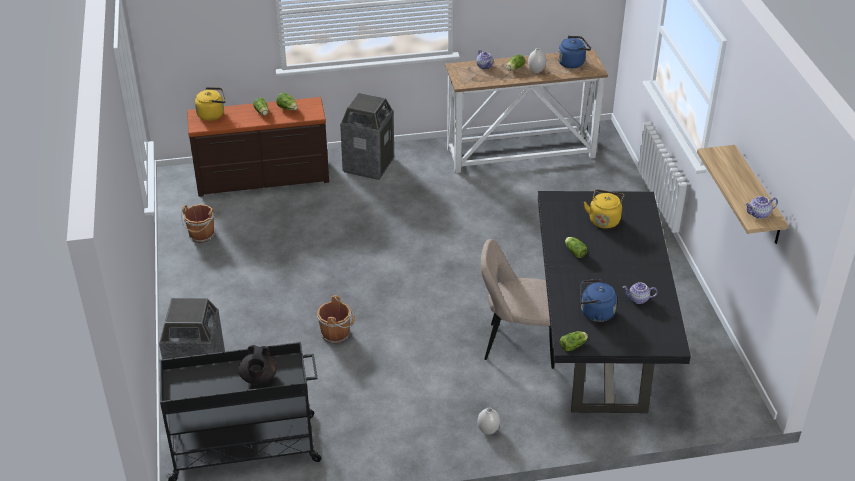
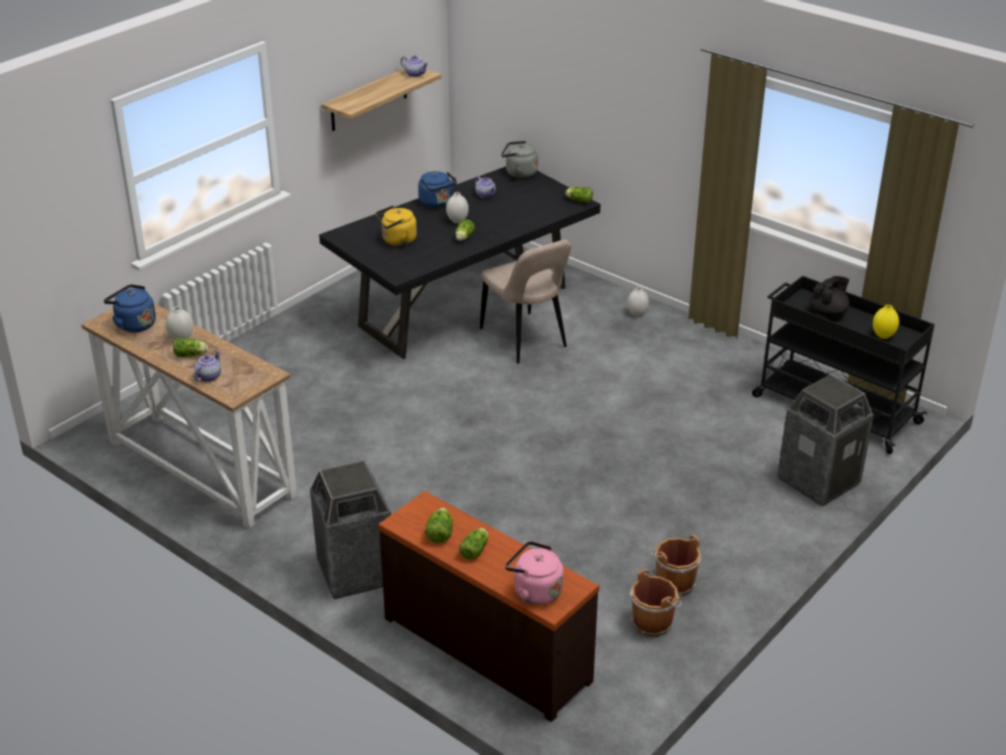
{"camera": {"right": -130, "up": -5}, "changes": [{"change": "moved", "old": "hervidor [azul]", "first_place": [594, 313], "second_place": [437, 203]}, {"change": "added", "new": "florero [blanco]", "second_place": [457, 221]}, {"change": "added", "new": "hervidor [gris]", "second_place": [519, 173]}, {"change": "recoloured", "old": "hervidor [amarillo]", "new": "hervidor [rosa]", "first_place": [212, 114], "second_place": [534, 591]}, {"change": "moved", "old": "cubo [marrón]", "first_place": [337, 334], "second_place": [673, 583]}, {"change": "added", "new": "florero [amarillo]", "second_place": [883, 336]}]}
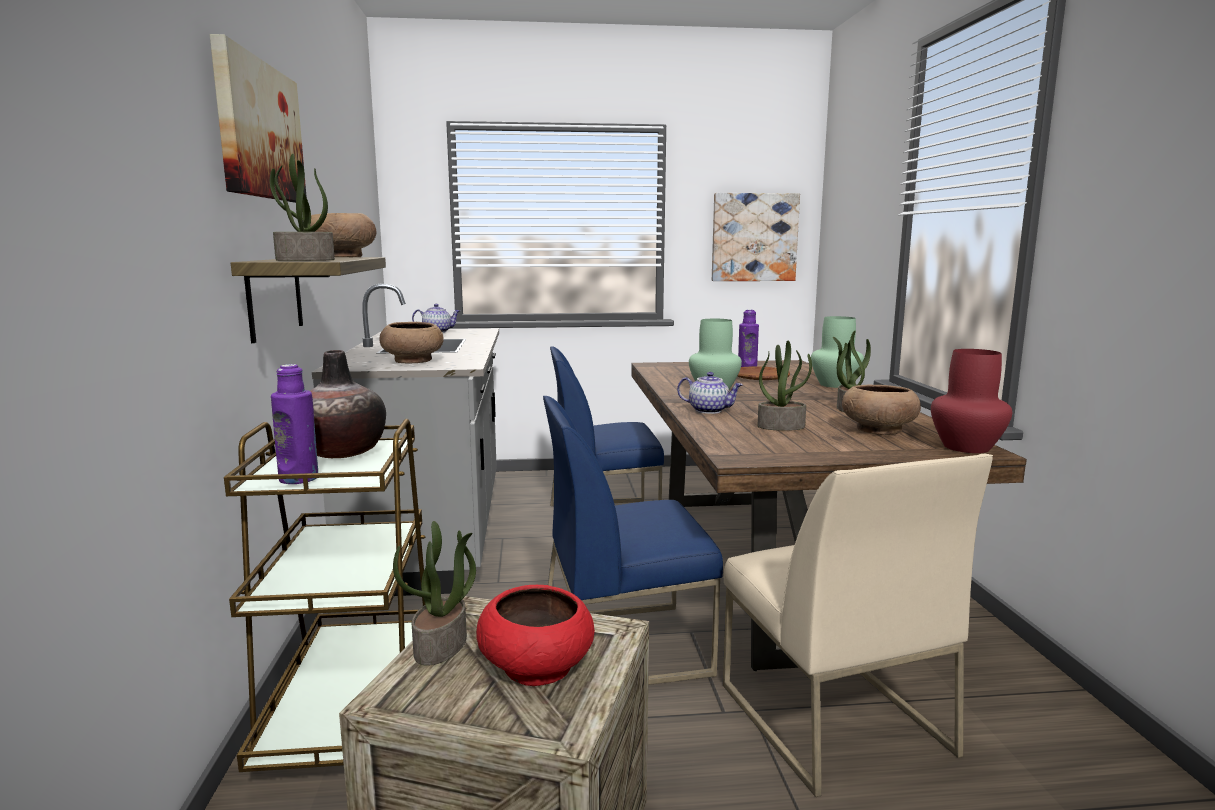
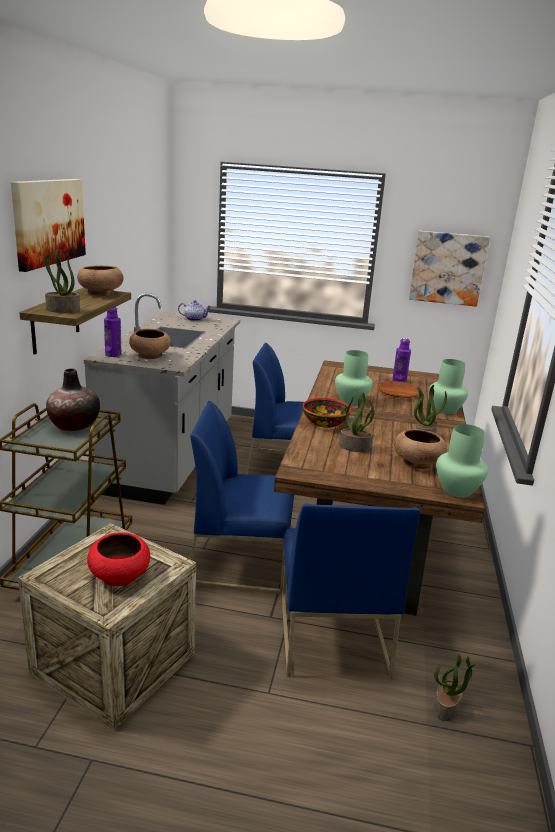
{"camera": {"right": 15, "up": 10}, "changes": [{"change": "moved", "old": "botella [morado]", "first_place": [299, 479], "second_place": [113, 355]}, {"change": "recoloured", "old": "silla [beis]", "new": "silla [azul]", "first_place": [831, 717], "second_place": [331, 636]}, {"change": "replaced", "old": "tetera", "new": "cuenco", "first_place": [709, 410], "second_place": [324, 423]}, {"change": "moved", "old": "planta en maceta", "first_place": [441, 646], "second_place": [446, 707]}, {"change": "recoloured", "old": "florero [rojo]", "new": "florero [verde]", "first_place": [965, 447], "second_place": [456, 490]}]}
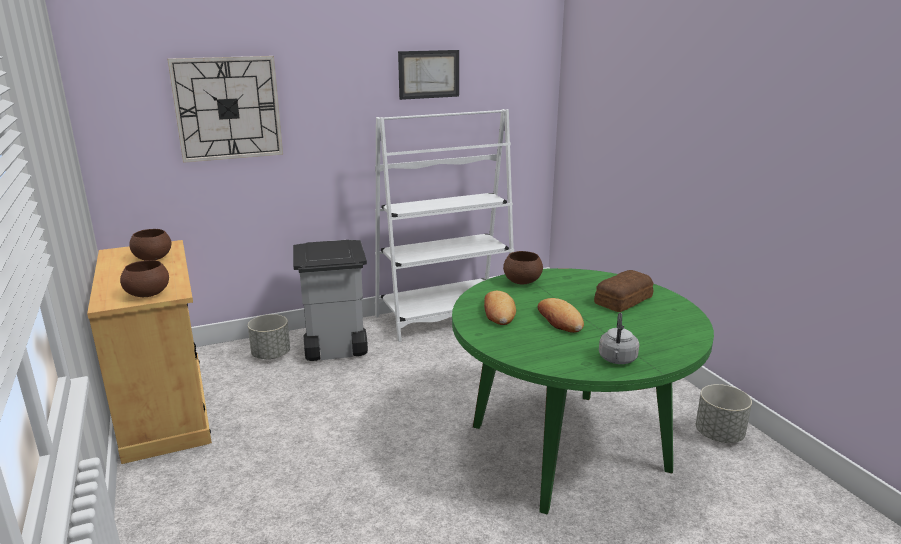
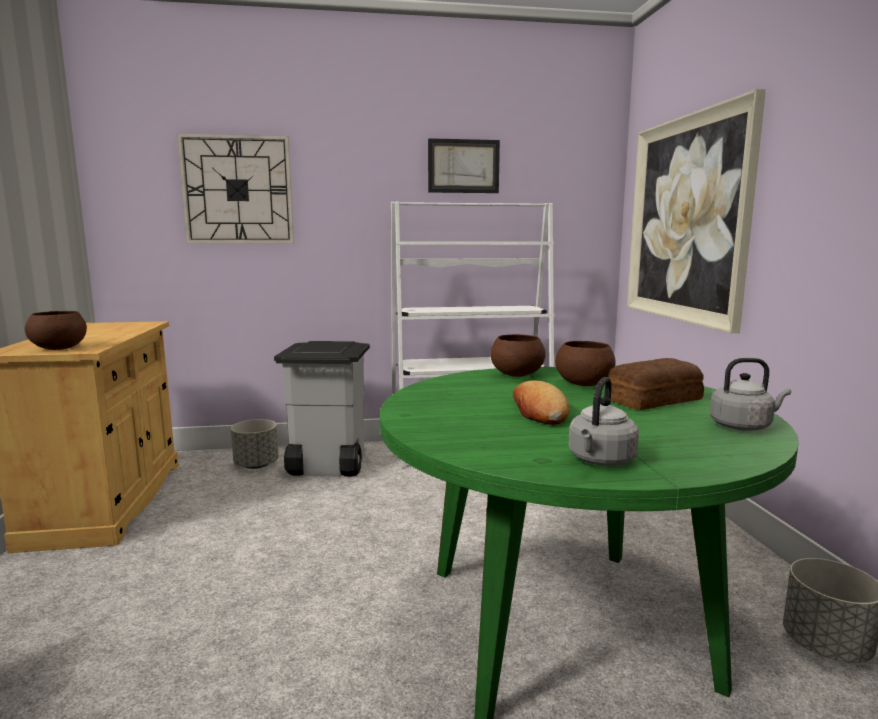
{"camera": {"right": 15, "up": -10}, "changes": [{"change": "moved", "old": "cuenco [marrón]", "first_place": [152, 258], "second_place": [583, 384]}, {"change": "added", "new": "cuadro", "second_place": [686, 219]}, {"change": "added", "new": "hervidor [gris]", "second_place": [743, 426]}, {"change": "removed", "old": "pan", "first_place": [498, 312]}]}
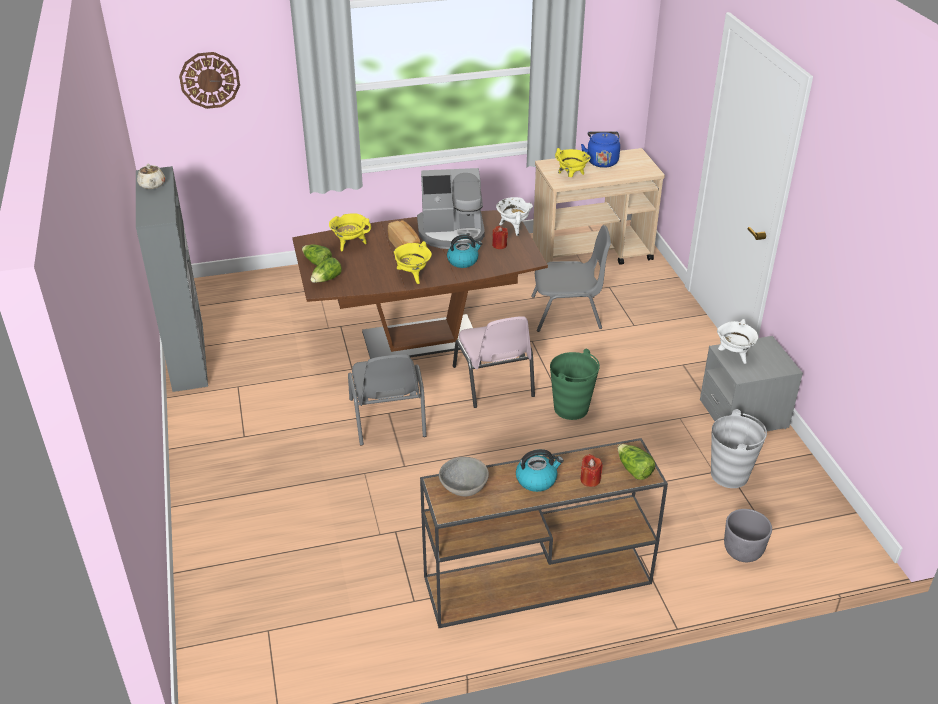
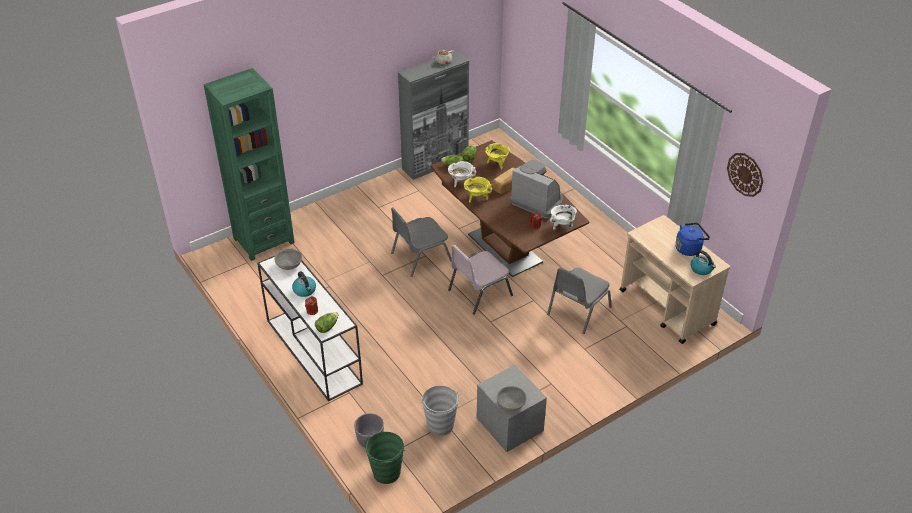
{"camera": {"right": 70, "up": 5}, "changes": [{"change": "added", "new": "estantería [verde]", "second_place": [263, 240]}, {"change": "recoloured", "old": "mesa consola [marrón]", "new": "mesa consola [blanco]", "first_place": [535, 581], "second_place": [312, 351]}, {"change": "moved", "old": "cubo [verde]", "first_place": [571, 408], "second_place": [386, 473]}, {"change": "moved", "old": "olla [blanco]", "first_place": [734, 355], "second_place": [461, 182]}, {"change": "added", "new": "cuenco [gris]", "second_place": [511, 404]}, {"change": "turned", "old": "cafetera", "first_place": [452, 233], "second_place": [537, 201], "degrees": 150}, {"change": "turned", "old": "silla [gris]", "first_place": [567, 313], "second_place": [577, 311], "degrees": 60}, {"change": "moved", "old": "hervidor", "first_place": [463, 261], "second_place": [702, 269]}, {"change": "moved", "old": "reloj de pared", "first_place": [209, 80], "second_place": [745, 174]}, {"change": "removed", "old": "olla [amarillo]", "first_place": [571, 176]}]}
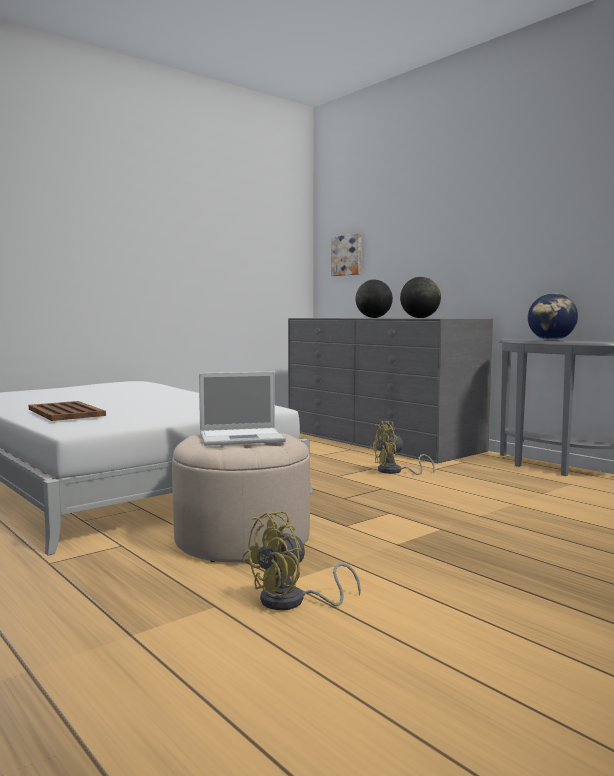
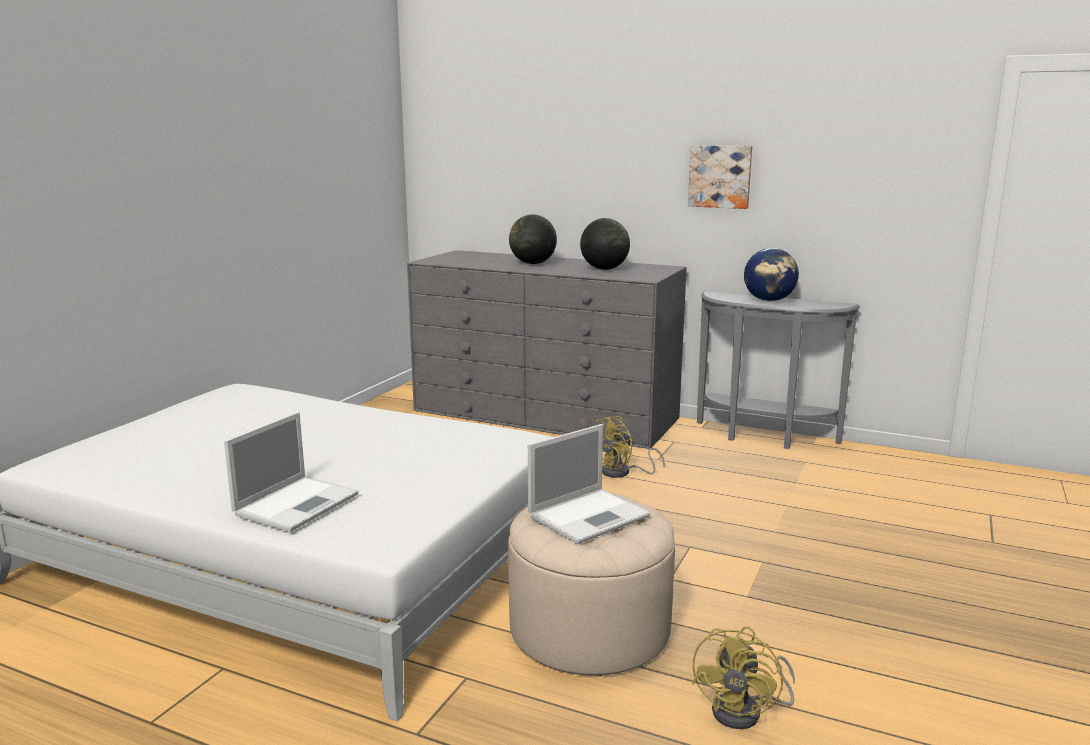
{"camera": {"right": -25, "up": 10}, "changes": [{"change": "replaced", "old": "bandeja [marrón]", "new": "portátil", "first_place": [66, 412], "second_place": [298, 503]}, {"change": "moved", "old": "cuadro", "first_place": [347, 255], "second_place": [720, 176]}]}
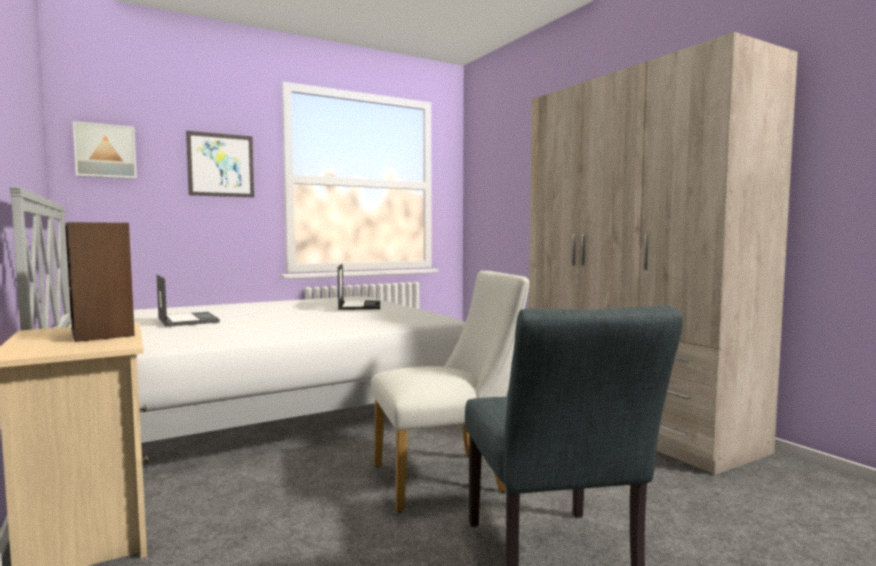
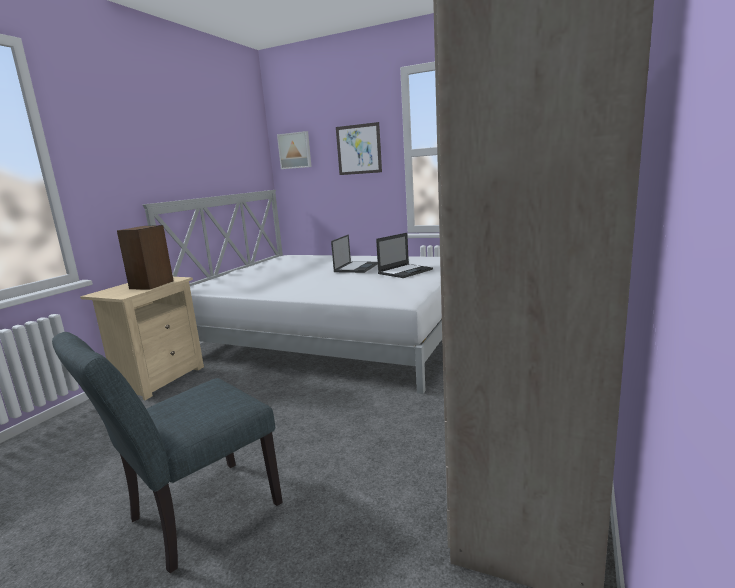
{"camera": {"right": 55, "up": 10}, "changes": [{"change": "moved", "old": "portátil", "first_place": [187, 320], "second_place": [356, 267]}, {"change": "removed", "old": "silla [blanco]", "first_place": [448, 478]}]}
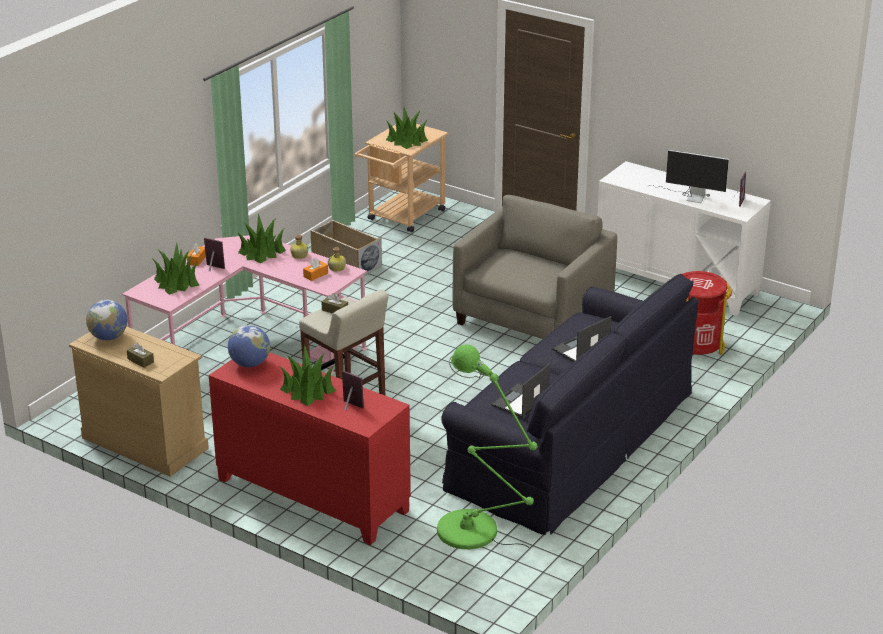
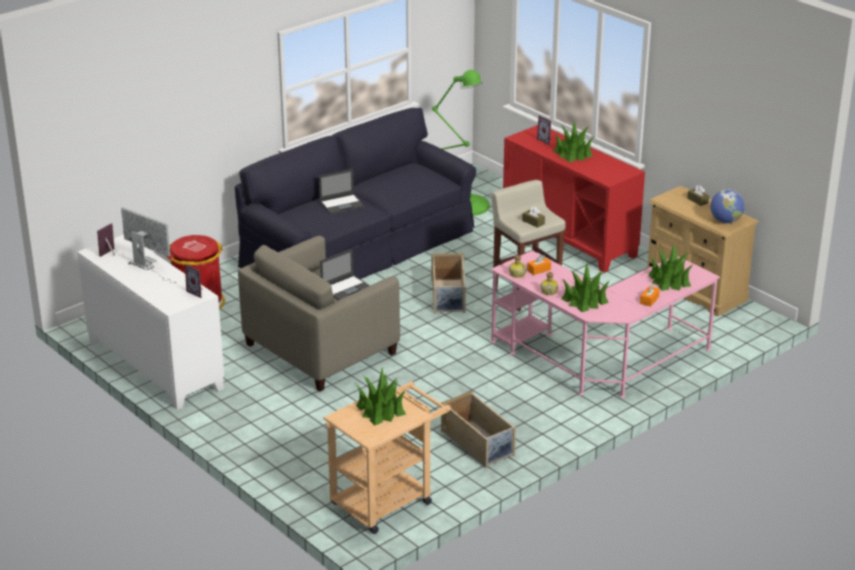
{"camera": {"right": -165, "up": 0}, "changes": [{"change": "moved", "old": "portarretratos", "first_place": [213, 268], "second_place": [197, 292]}, {"change": "moved", "old": "portátil", "first_place": [520, 401], "second_place": [346, 288]}, {"change": "added", "new": "caja de almacenaje [beis]", "second_place": [448, 297]}, {"change": "removed", "old": "globo terráqueo", "first_place": [250, 364]}]}
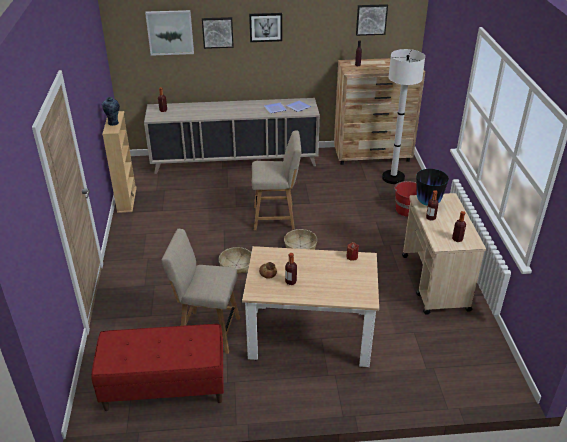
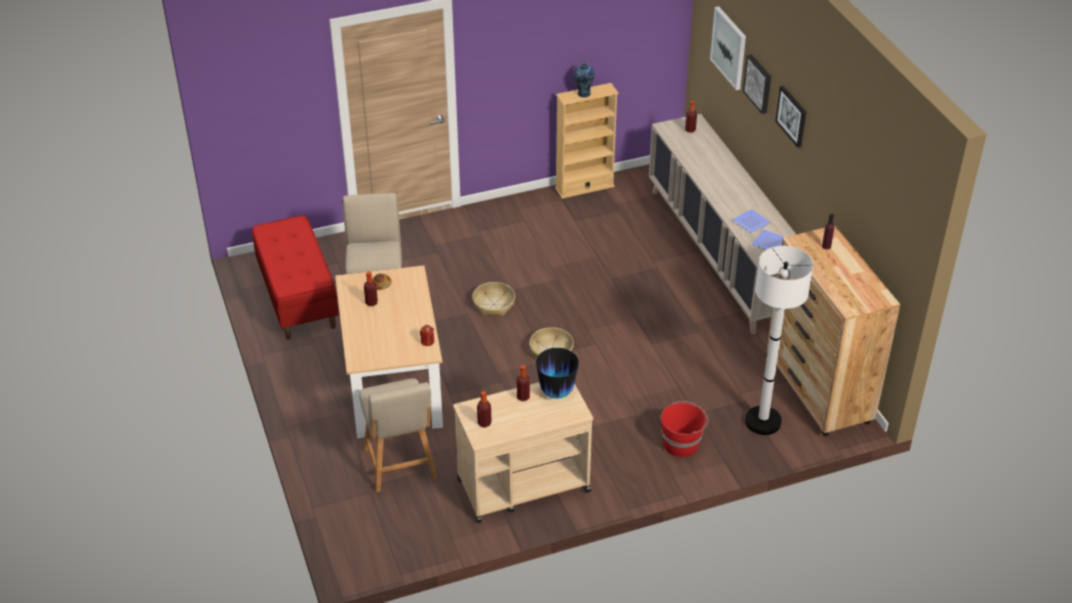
{"camera": {"right": 75, "up": 5}, "changes": [{"change": "moved", "old": "silla [beis]", "first_place": [276, 217], "second_place": [400, 466]}, {"change": "removed", "old": "cuadro", "first_place": [371, 19]}]}
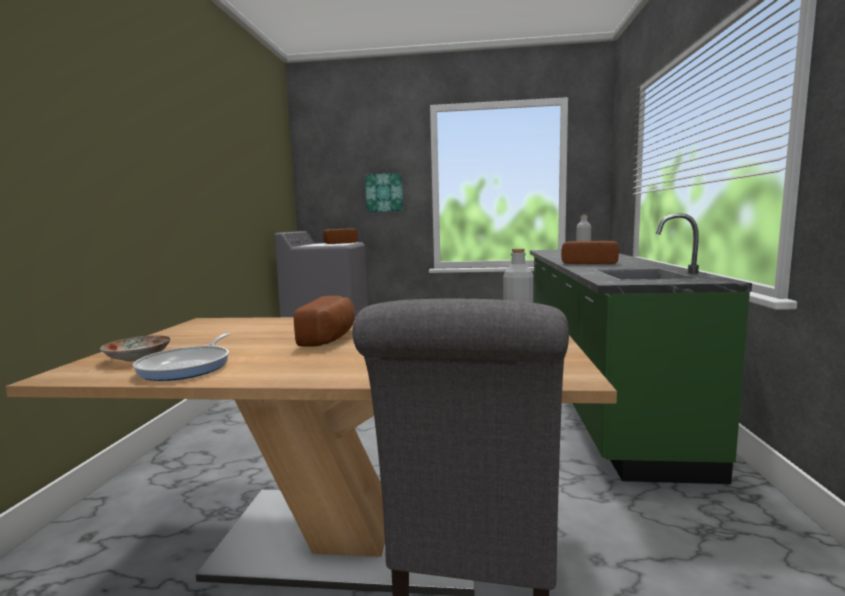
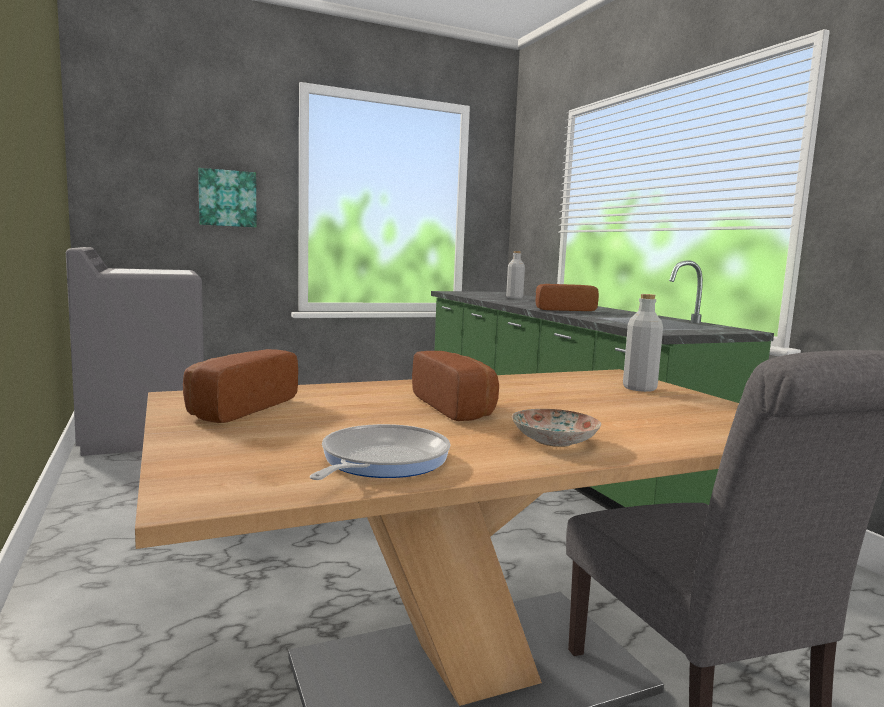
{"camera": {"right": -30, "up": 0}, "changes": [{"change": "moved", "old": "pan", "first_place": [339, 243], "second_place": [237, 408]}, {"change": "turned", "old": "sartén", "first_place": [188, 366], "second_place": [380, 461], "degrees": -135}, {"change": "moved", "old": "plato", "first_place": [139, 357], "second_place": [555, 441]}]}
